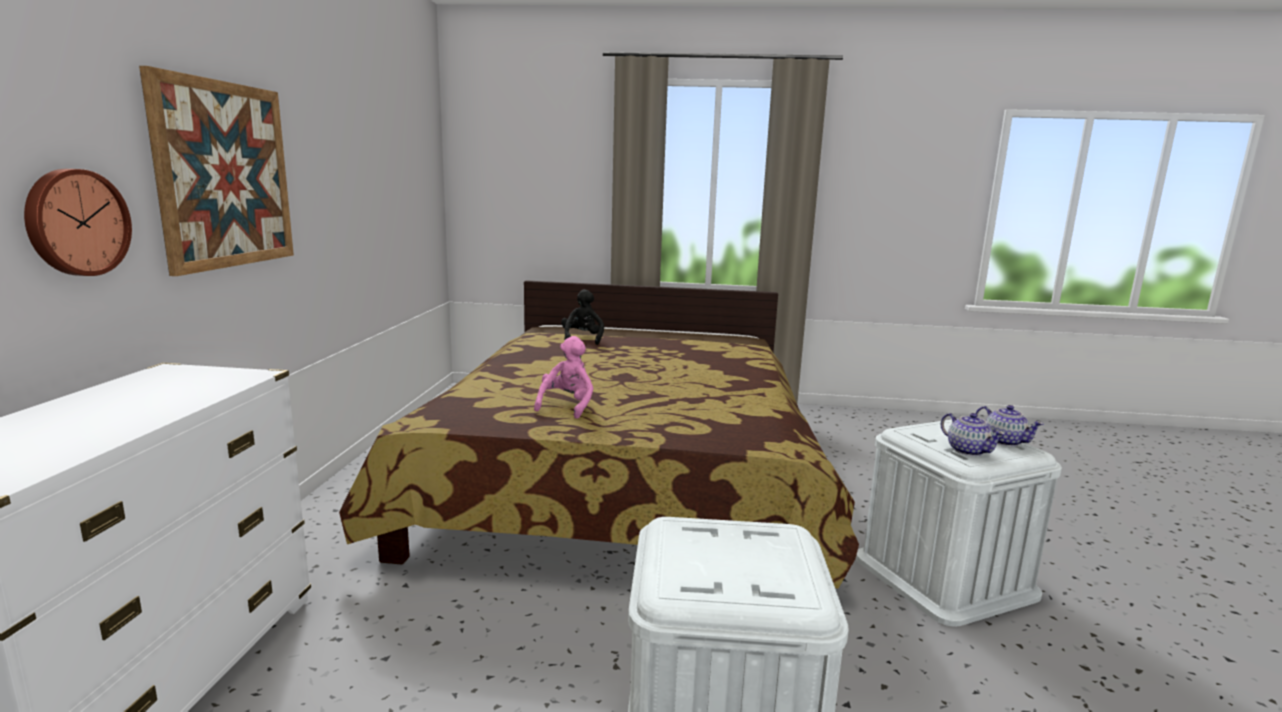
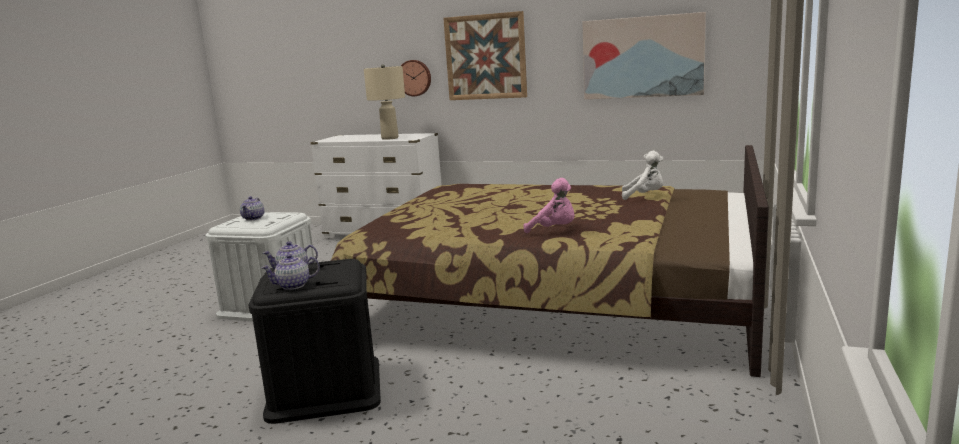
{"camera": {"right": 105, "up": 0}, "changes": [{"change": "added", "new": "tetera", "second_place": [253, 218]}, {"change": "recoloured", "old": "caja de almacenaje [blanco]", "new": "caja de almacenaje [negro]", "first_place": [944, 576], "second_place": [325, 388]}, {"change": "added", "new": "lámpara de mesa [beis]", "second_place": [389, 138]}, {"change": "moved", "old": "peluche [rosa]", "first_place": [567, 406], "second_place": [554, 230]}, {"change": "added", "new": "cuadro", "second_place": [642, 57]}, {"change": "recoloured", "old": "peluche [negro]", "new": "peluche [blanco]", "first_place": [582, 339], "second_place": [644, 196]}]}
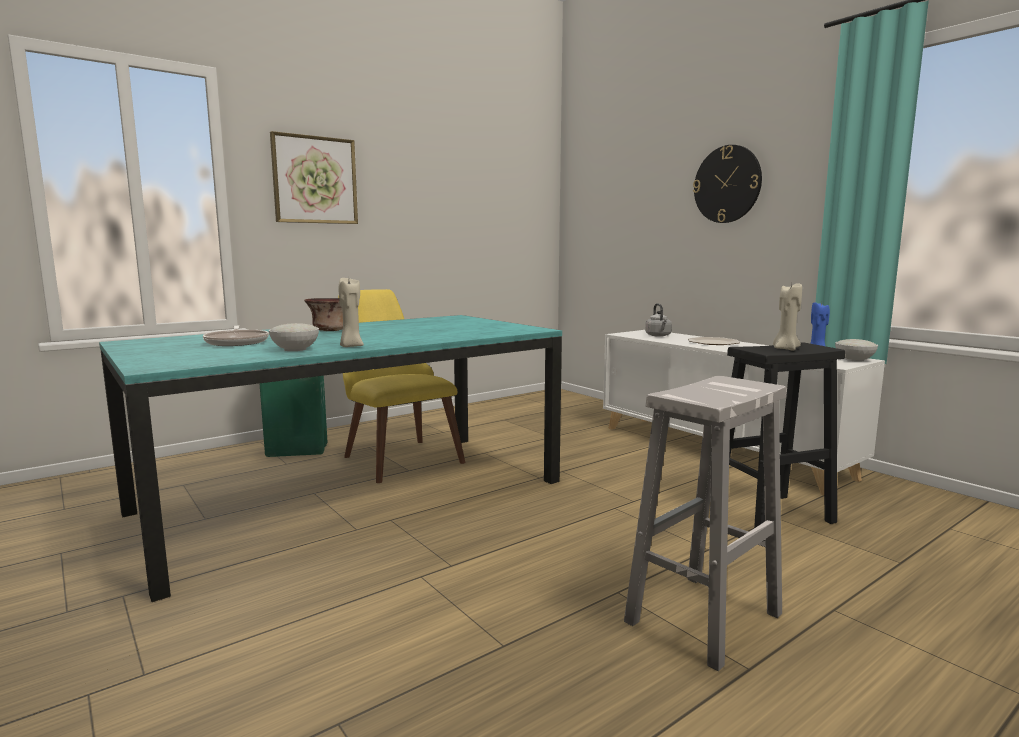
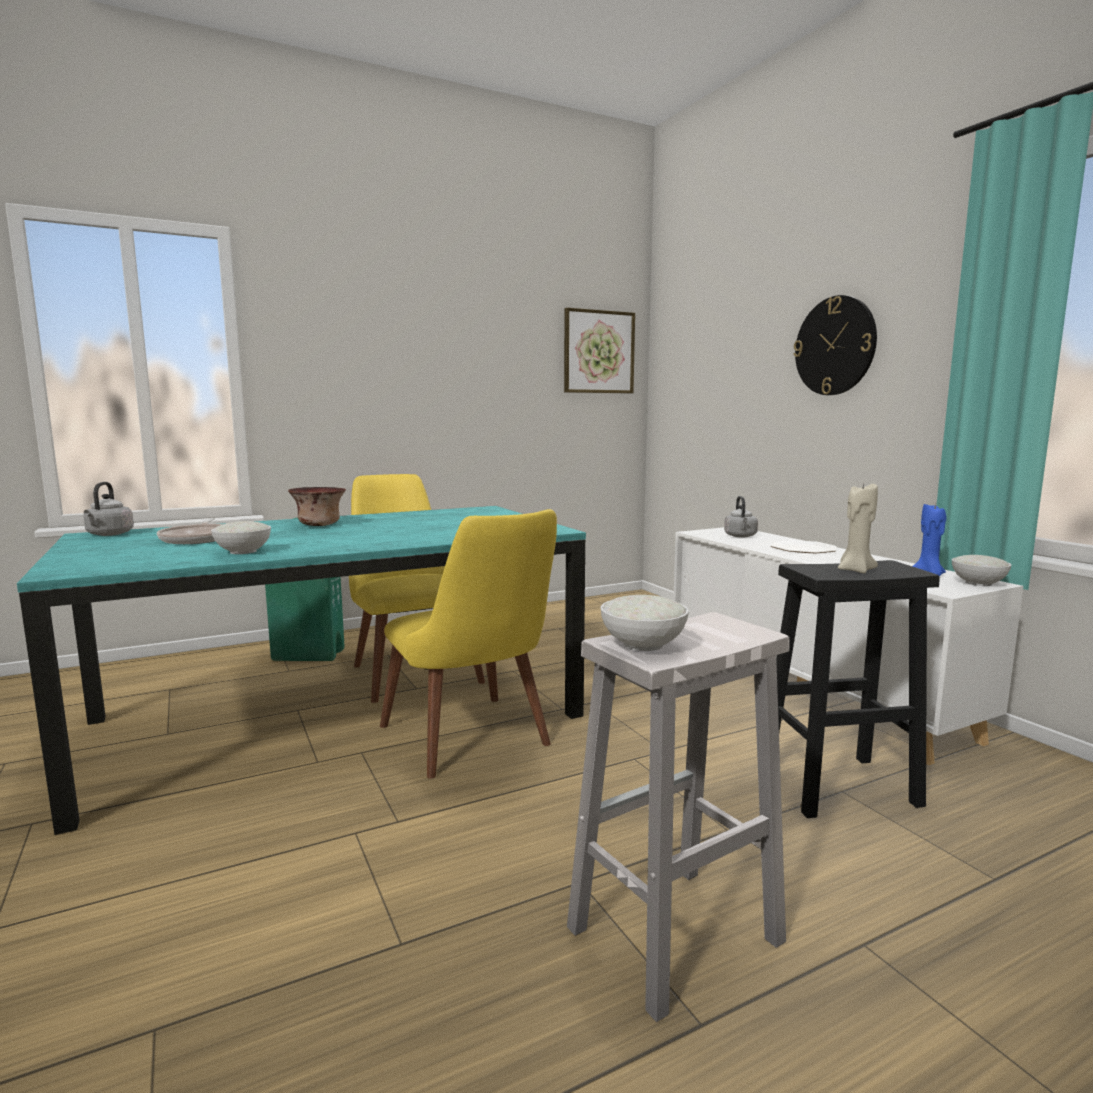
{"camera": {"right": 10, "up": 0}, "changes": [{"change": "added", "new": "hervidor [gris]", "second_place": [109, 534]}, {"change": "added", "new": "silla [amarillo]", "second_place": [475, 743]}, {"change": "moved", "old": "cuadro", "first_place": [315, 180], "second_place": [598, 352]}, {"change": "added", "new": "cuenco [blanco]", "second_place": [643, 645]}, {"change": "removed", "old": "vela [beis]", "first_place": [351, 346]}]}
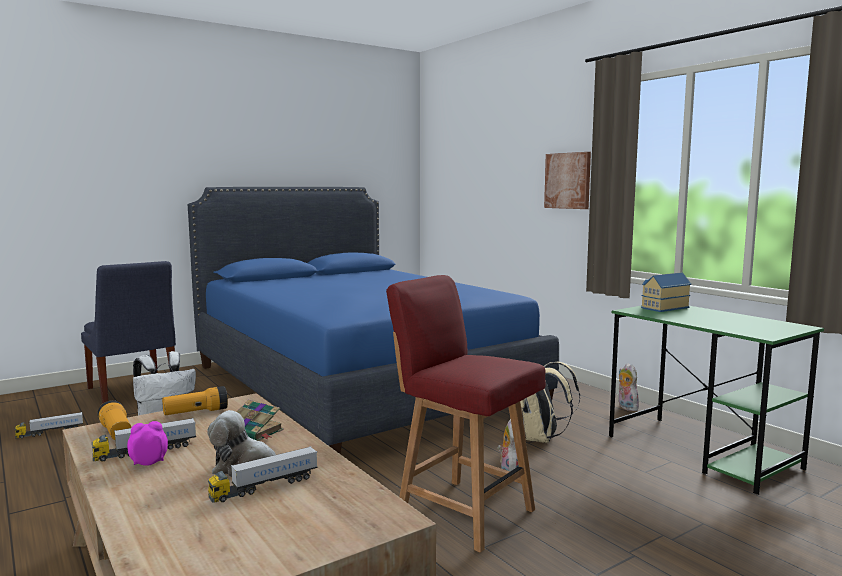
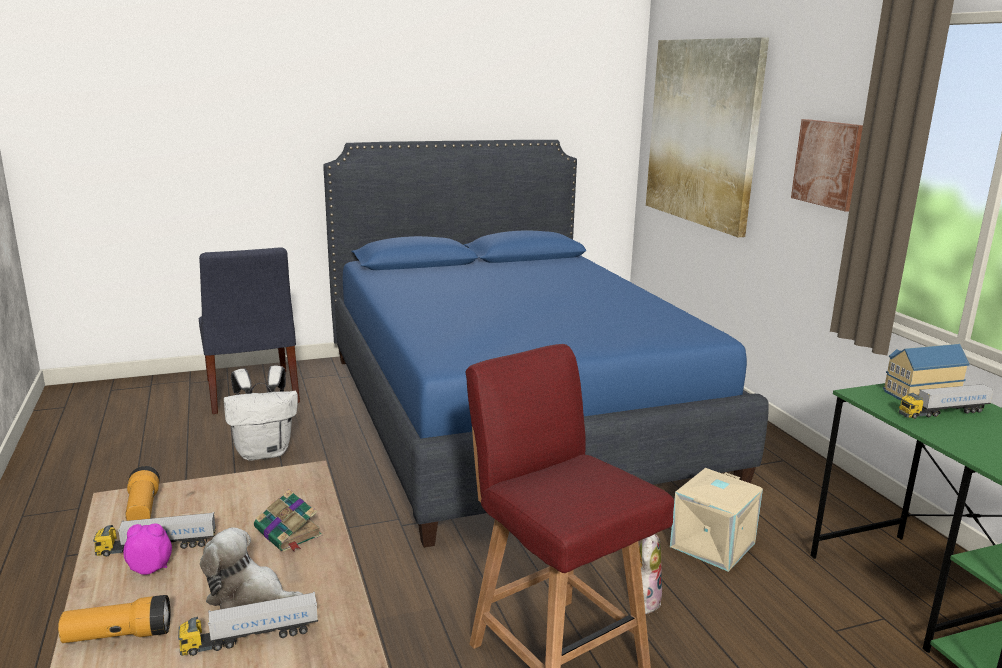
{"camera": {"right": 15, "up": 10}, "changes": [{"change": "moved", "old": "linterna", "first_place": [196, 412], "second_place": [118, 636]}, {"change": "added", "new": "cuadro", "second_place": [702, 132]}, {"change": "replaced", "old": "mochila [beis]", "new": "caja de almacenaje [beis]", "first_place": [543, 439], "second_place": [713, 546]}, {"change": "moved", "old": "camión de juguete", "first_place": [50, 432], "second_place": [943, 412]}, {"change": "removed", "old": "peluche", "first_place": [626, 407]}]}
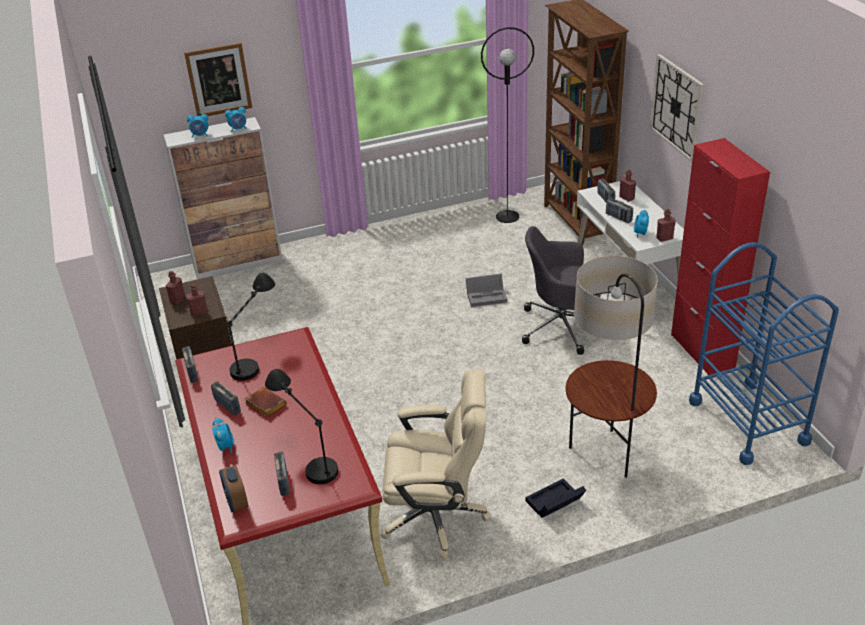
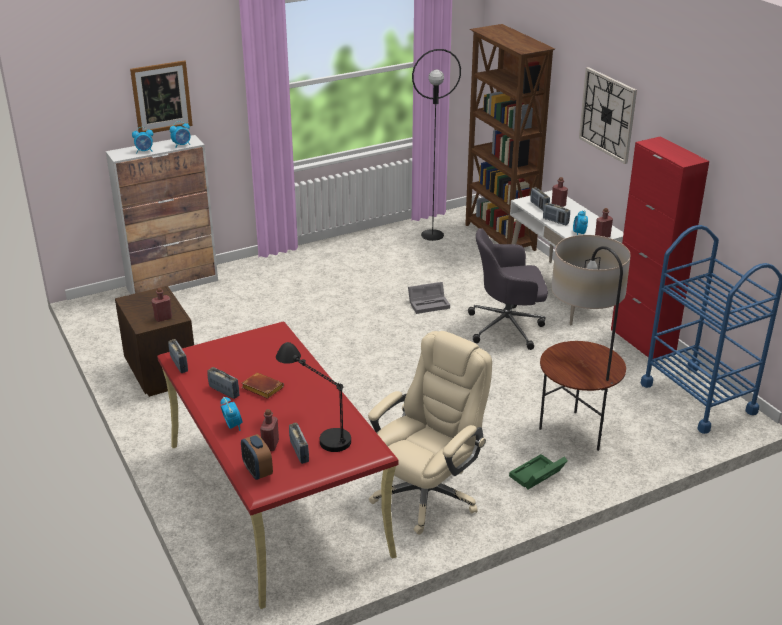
{"camera": {"right": -10, "up": -5}, "changes": [{"change": "moved", "old": "botella [rojo]", "first_place": [177, 299], "second_place": [270, 445]}, {"change": "turned", "old": "silla de oficina [beis]", "first_place": [437, 515], "second_place": [427, 494], "degrees": -45}, {"change": "recoloured", "old": "caja de almacenaje [negro]", "new": "caja de almacenaje [verde]", "first_place": [554, 503], "second_place": [536, 476]}, {"change": "removed", "old": "lámpara de mesa [negro]", "first_place": [256, 355]}]}
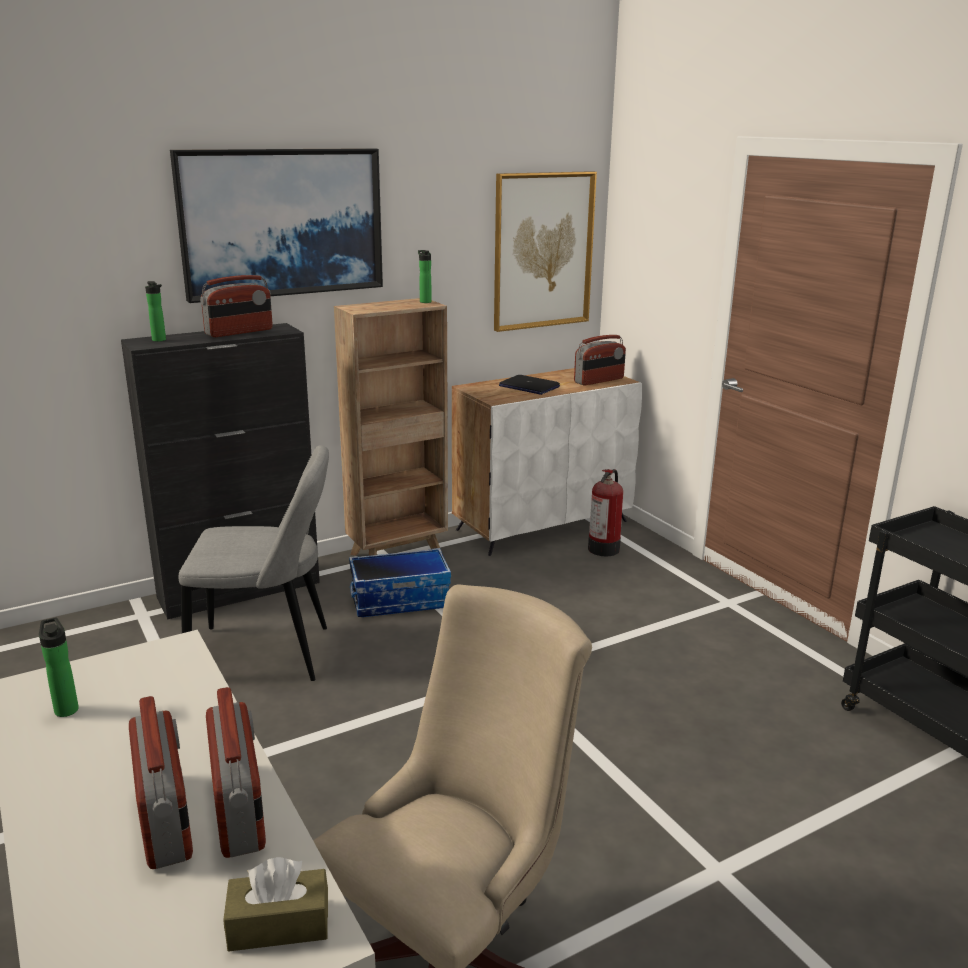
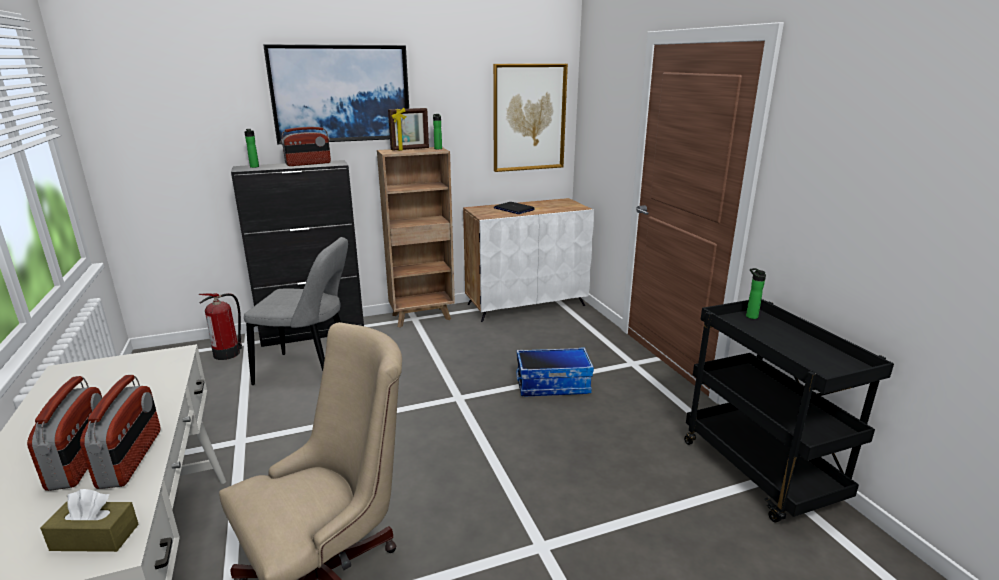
{"camera": {"right": 10, "up": 0}, "changes": [{"change": "moved", "old": "extintor", "first_place": [604, 548], "second_place": [228, 353]}, {"change": "added", "new": "portarretratos", "second_place": [410, 149]}, {"change": "moved", "old": "caja de almacenaje", "first_place": [400, 600], "second_place": [553, 385]}, {"change": "moved", "old": "botella", "first_place": [66, 708], "second_place": [750, 316]}, {"change": "removed", "old": "radio", "first_place": [599, 380]}]}
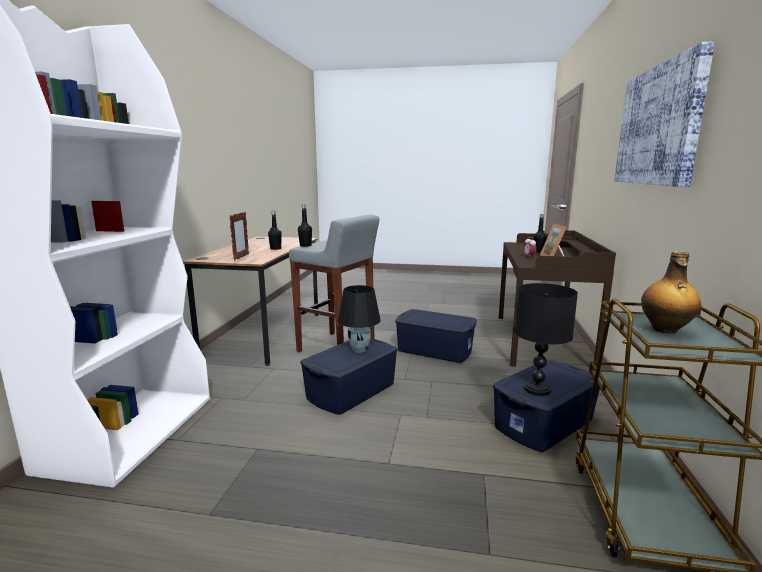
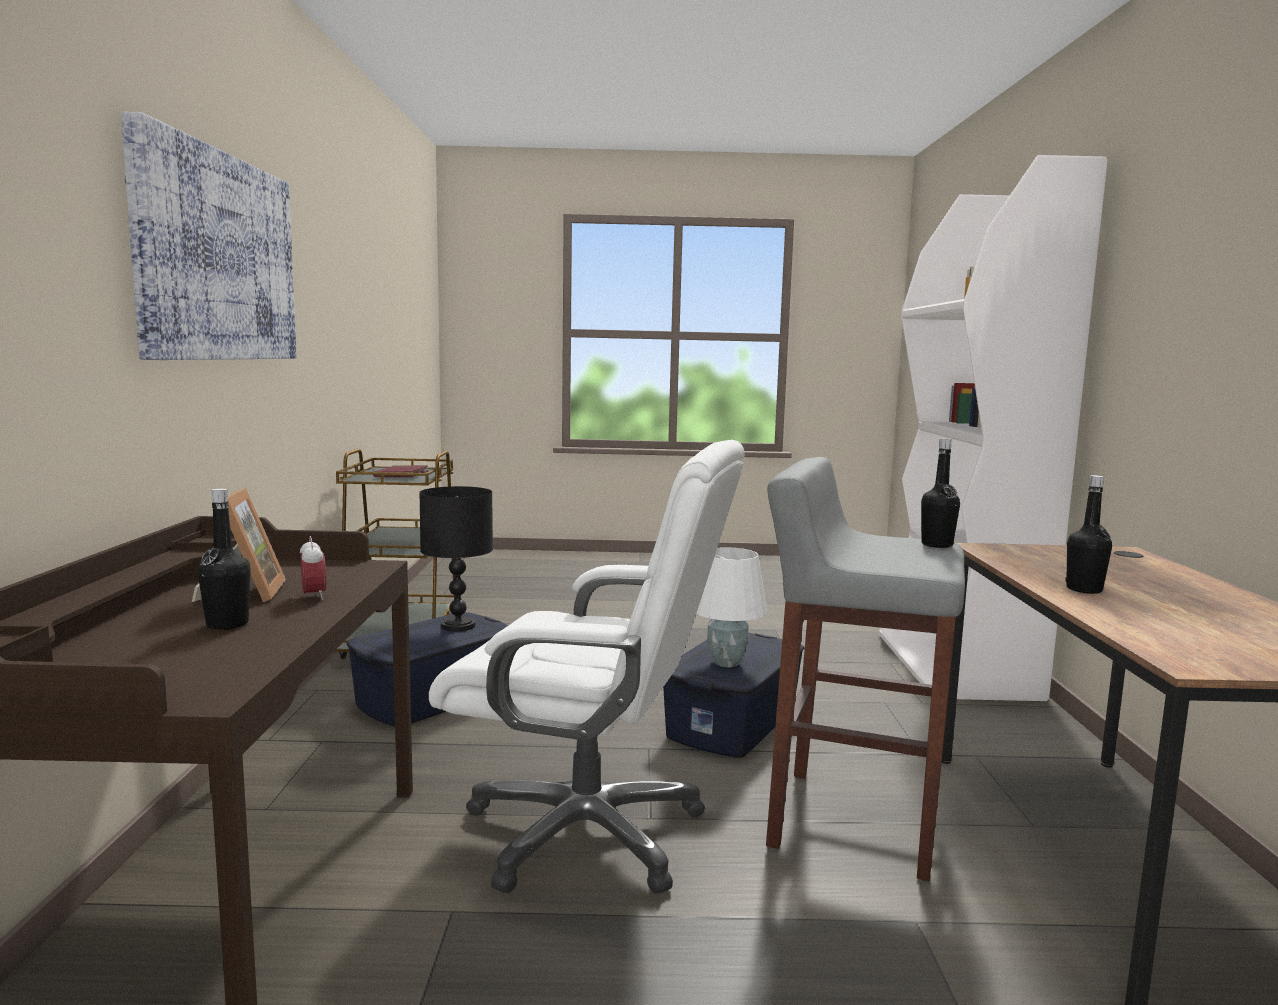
{"camera": {"right": 170, "up": -5}, "changes": [{"change": "replaced", "old": "botella", "new": "libro [rojo]", "first_place": [665, 330], "second_place": [401, 475]}, {"change": "replaced", "old": "caja de almacenaje [azul]", "new": "silla de oficina [blanco]", "first_place": [435, 350], "second_place": [588, 832]}, {"change": "recoloured", "old": "lámpara de mesa [negro]", "new": "lámpara de mesa [blanco]", "first_place": [360, 349], "second_place": [725, 663]}, {"change": "removed", "old": "portarretratos", "first_place": [241, 257]}]}
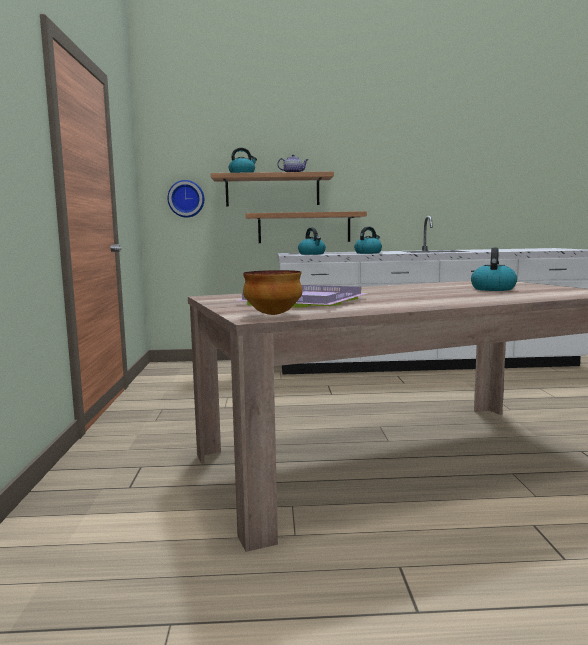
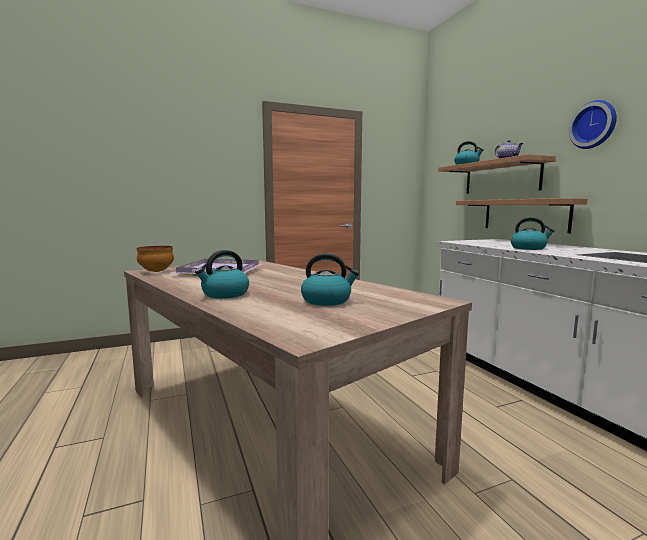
{"camera": {"right": 70, "up": 0}, "changes": [{"change": "moved", "old": "hervidor", "first_place": [312, 254], "second_place": [225, 294]}, {"change": "moved", "old": "reloj de pared", "first_place": [186, 199], "second_place": [594, 125]}]}
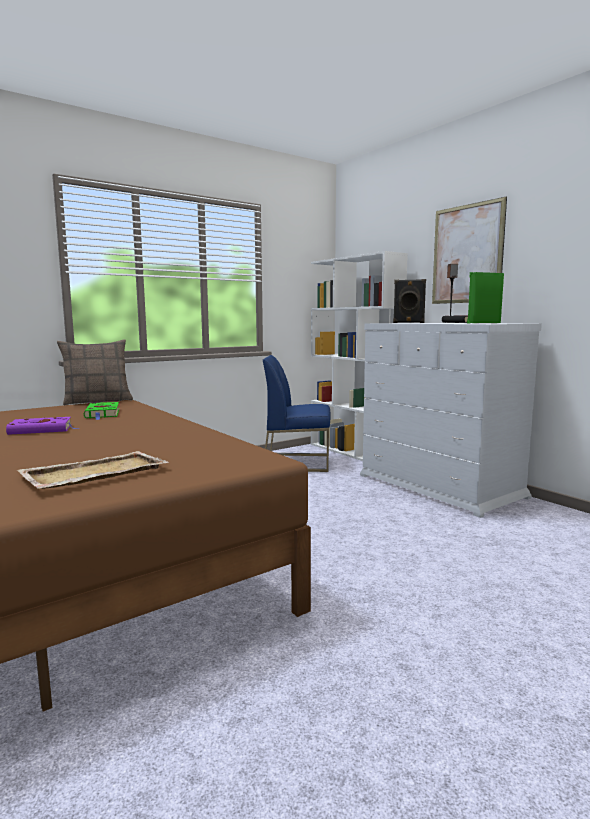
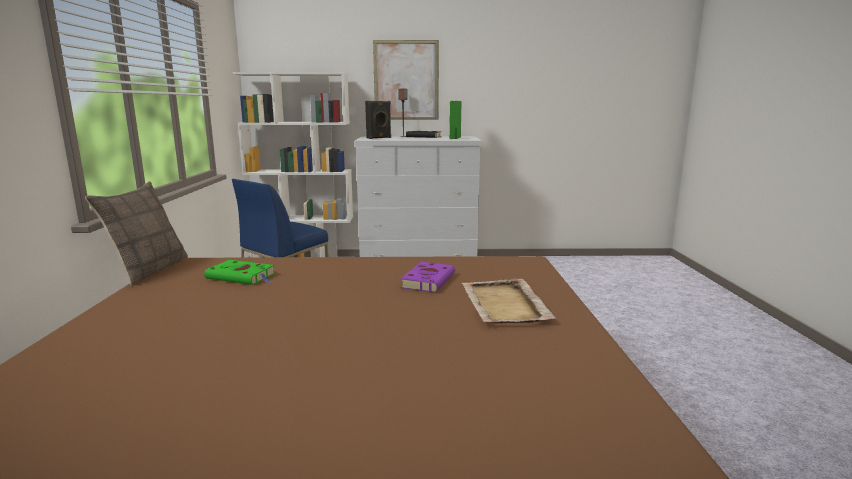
{"camera": {"right": -55, "up": 5}, "changes": [{"change": "moved", "old": "libro [morado]", "first_place": [42, 430], "second_place": [428, 280]}]}
